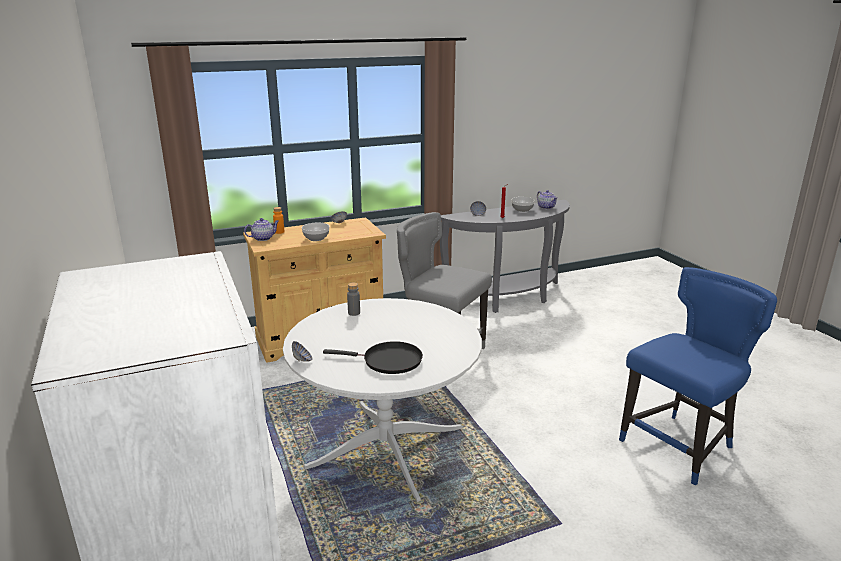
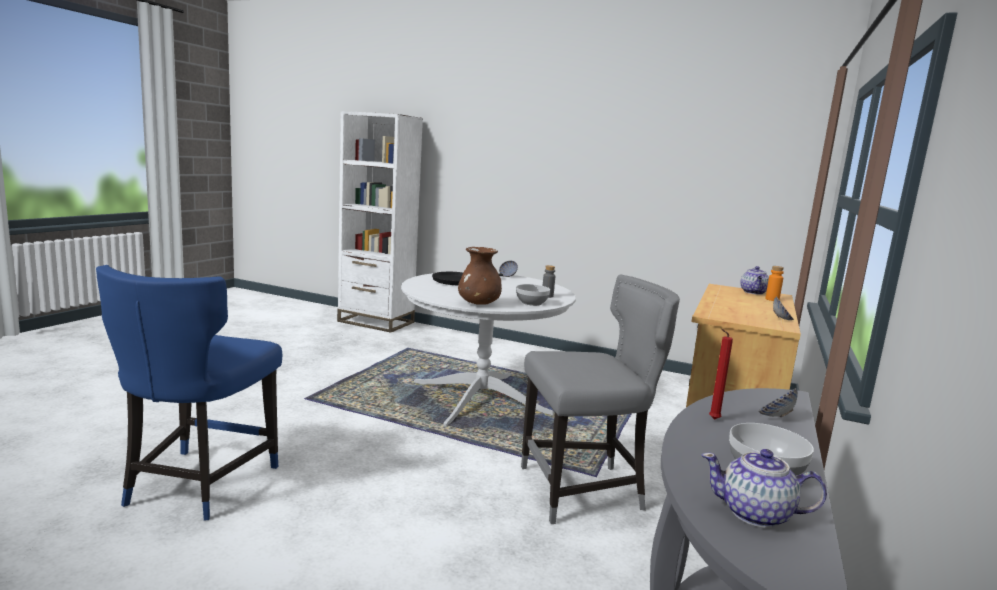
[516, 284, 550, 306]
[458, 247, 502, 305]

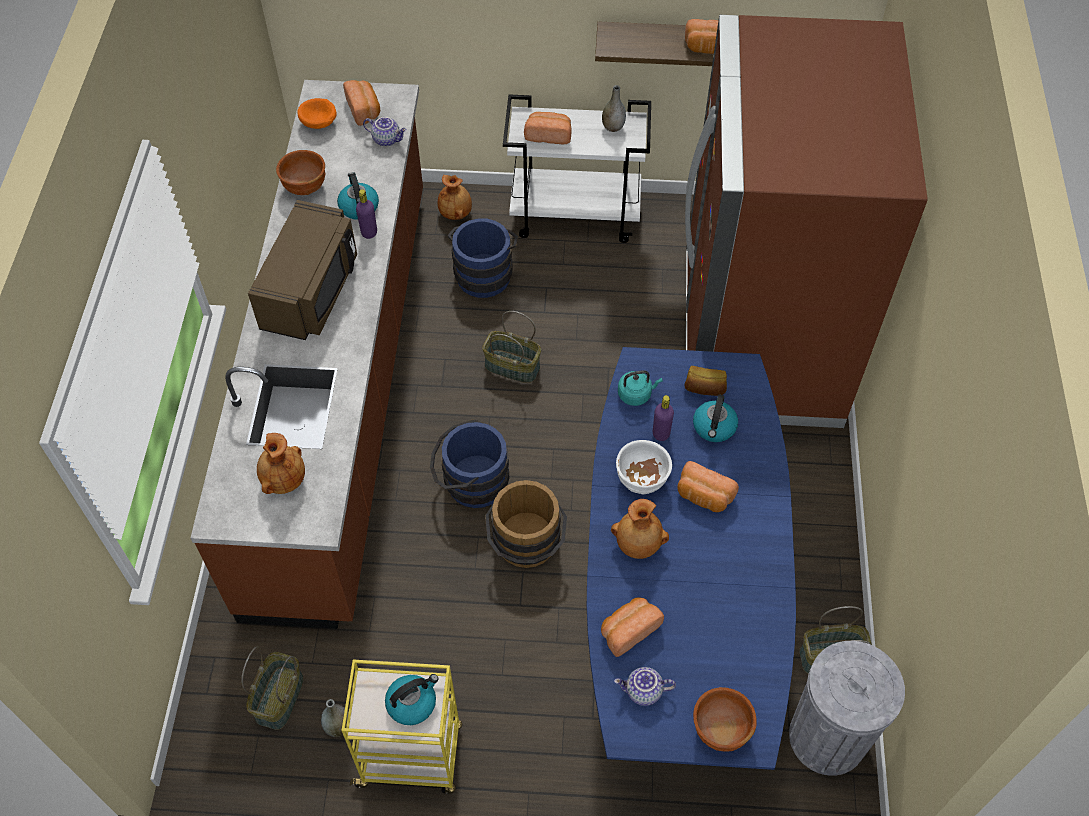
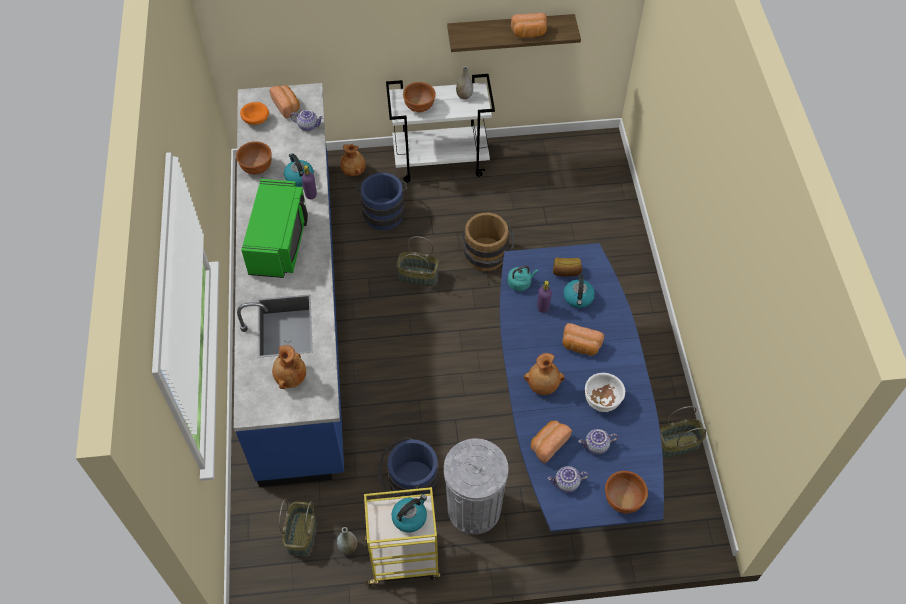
[685, 15, 928, 428] (first image)
[234, 83, 344, 487]
[403, 82, 436, 112]
[241, 179, 308, 278]
[378, 437, 439, 497]
[585, 373, 625, 412]
[461, 213, 514, 271]
[444, 438, 508, 535]
[578, 429, 618, 455]

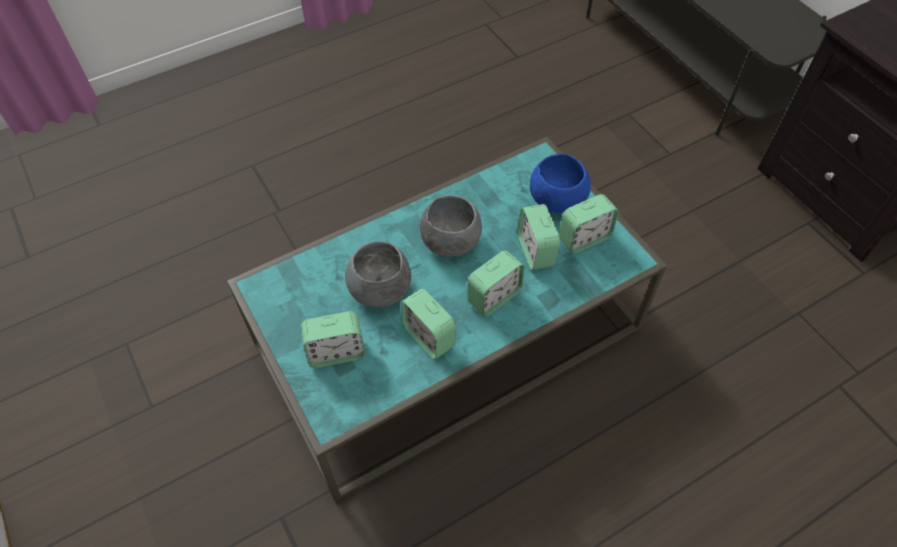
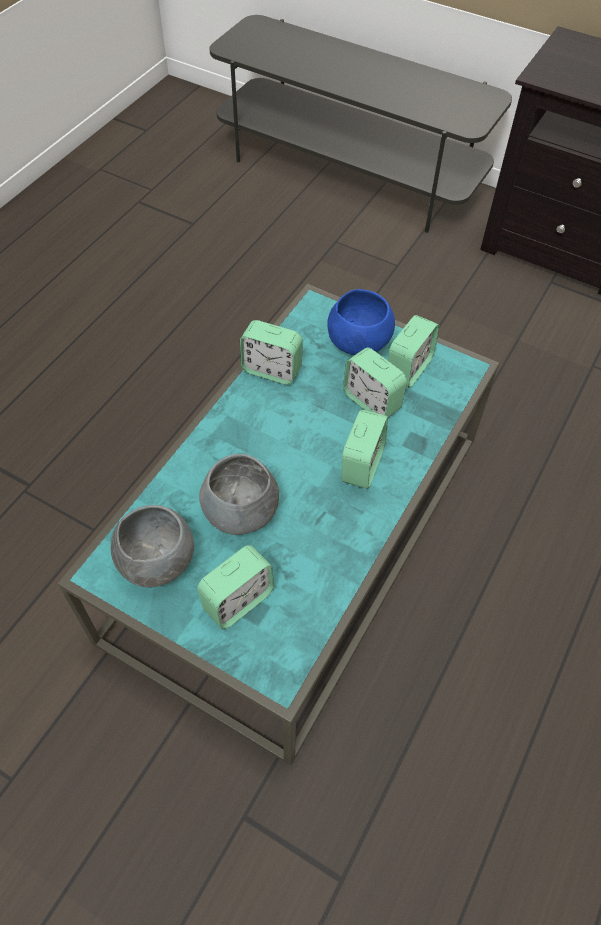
[111, 505, 194, 587]
[240, 320, 303, 385]

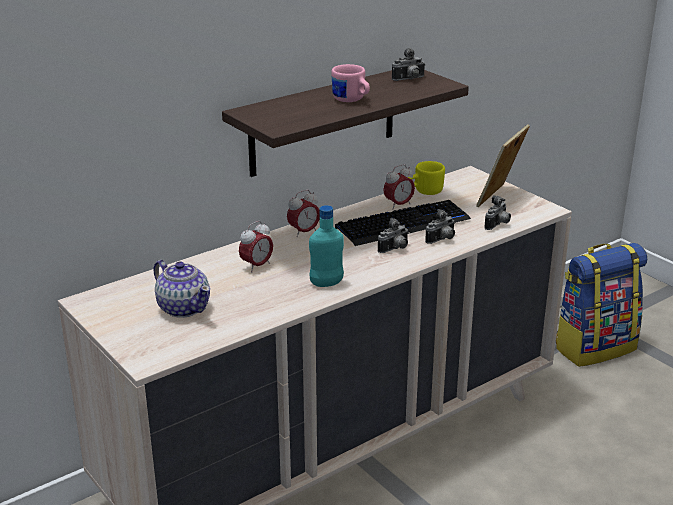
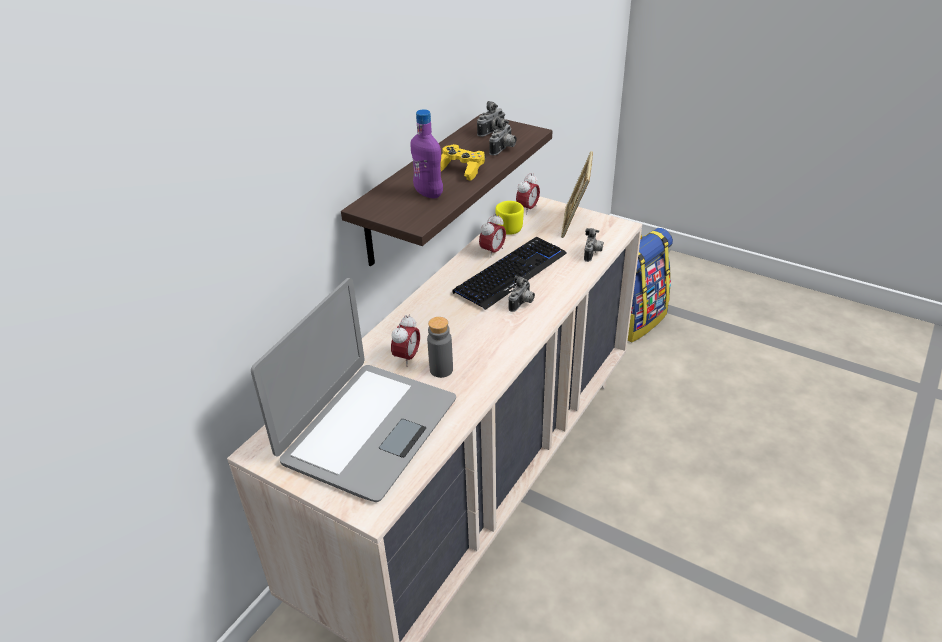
[440, 144, 485, 181]
[516, 173, 540, 215]
[309, 205, 344, 287] (first image)
[489, 118, 516, 156]
[251, 278, 456, 502]
[411, 109, 443, 198]
[427, 317, 453, 378]

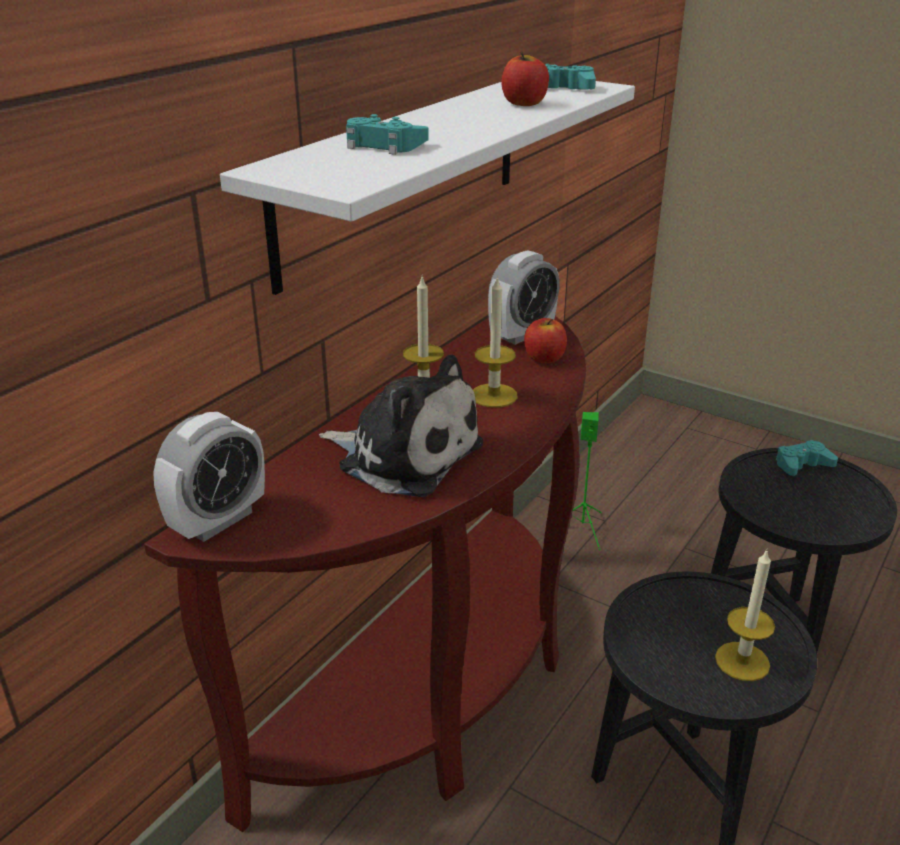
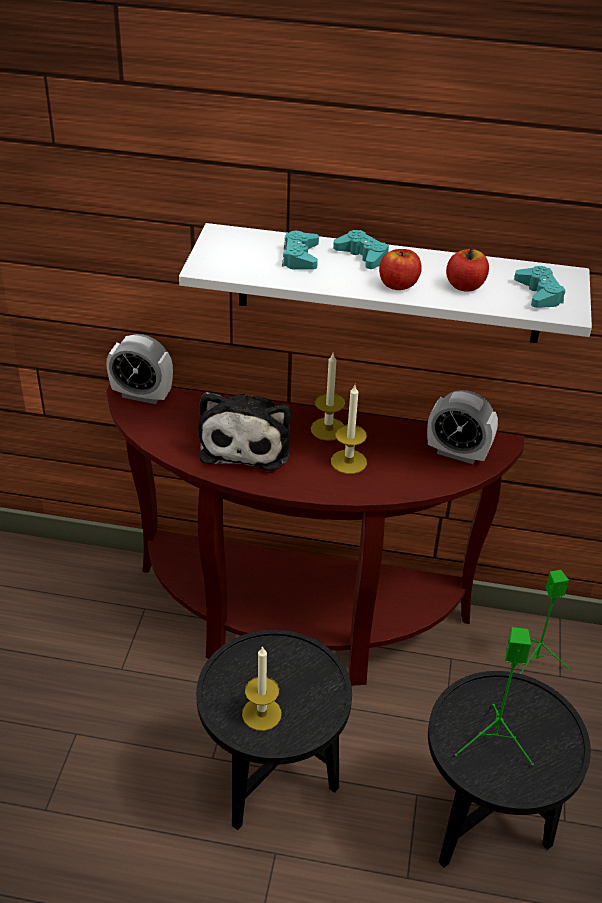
[379, 249, 422, 290]
[333, 230, 389, 269]
[455, 627, 534, 766]

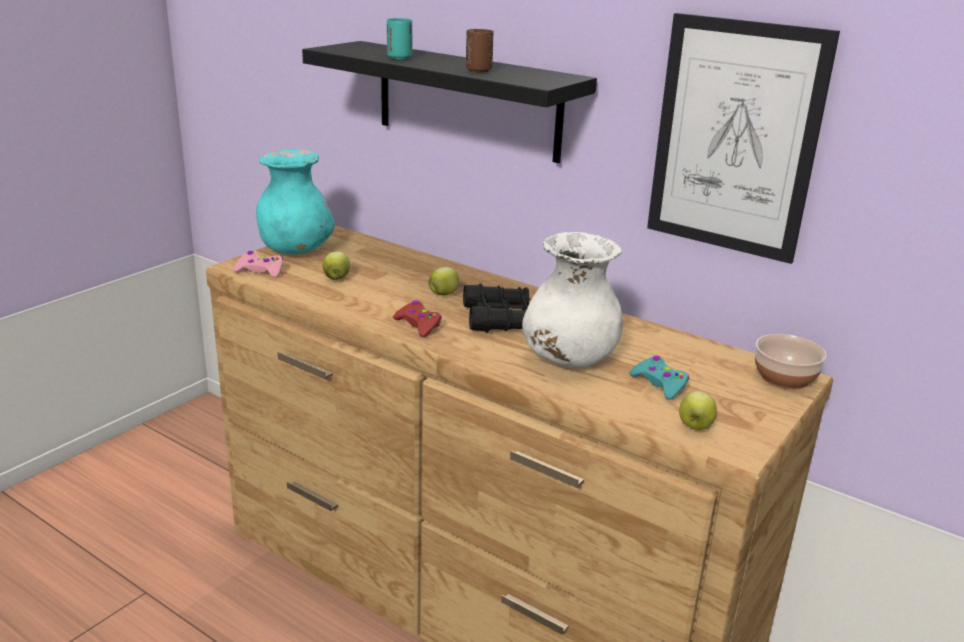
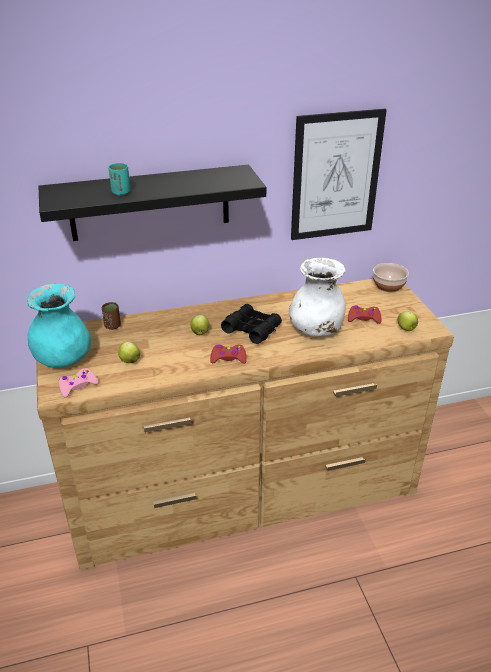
[102, 302, 121, 330]
[348, 305, 381, 324]

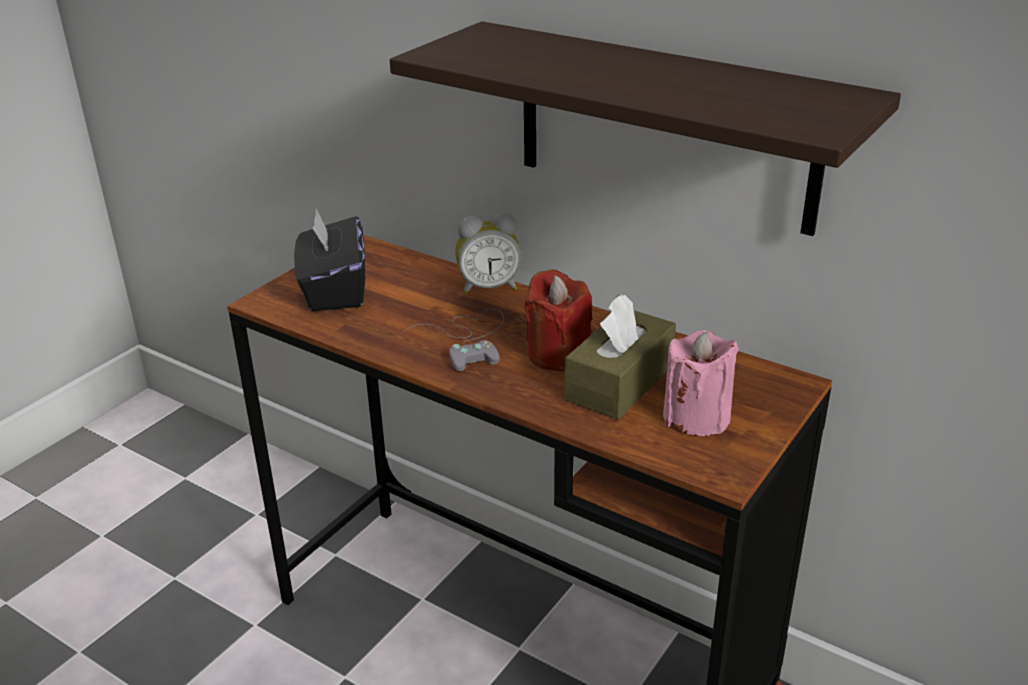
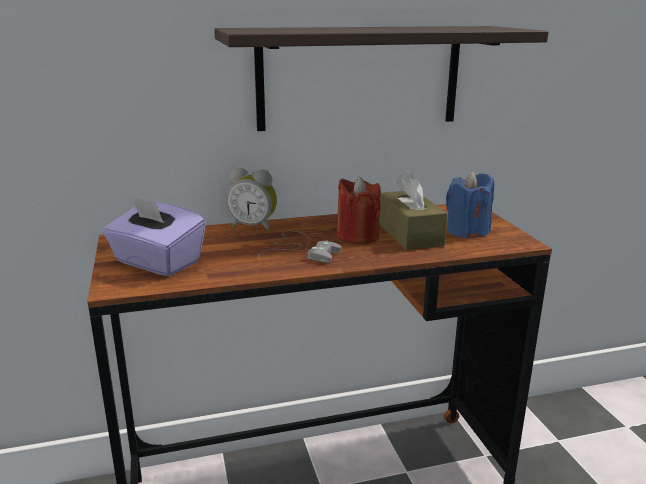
[102, 195, 206, 276]
[226, 168, 277, 232]
[446, 171, 494, 239]

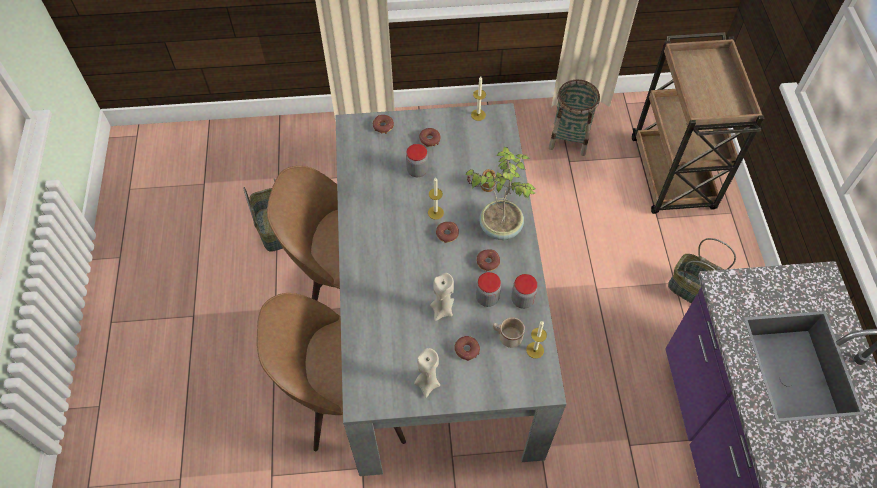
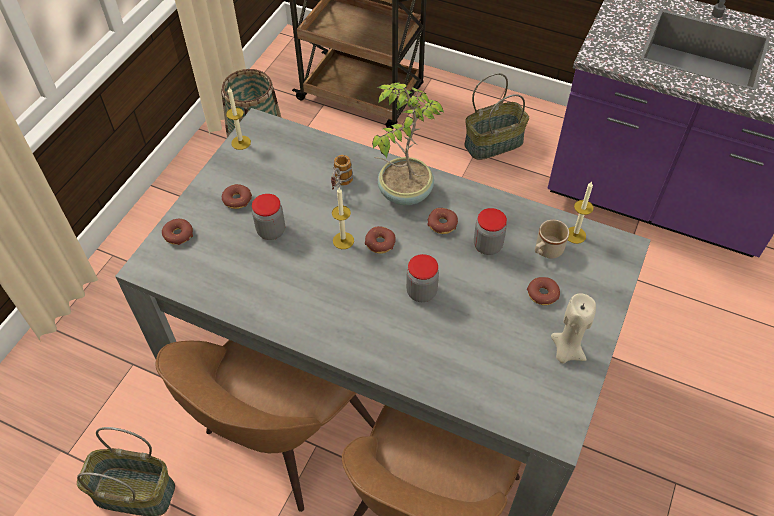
[430, 273, 454, 321] (first image)
[406, 254, 439, 302]

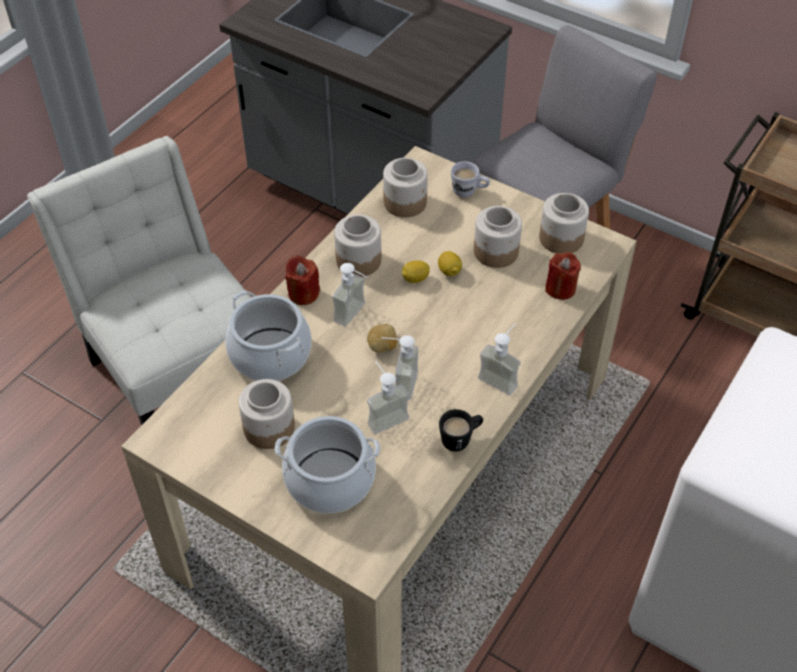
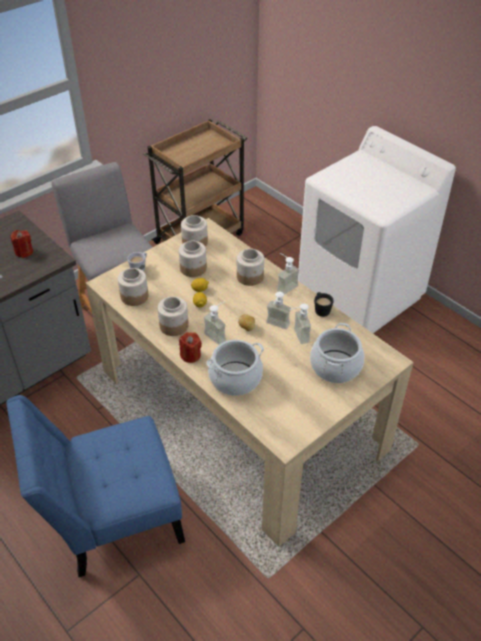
[6, 395, 185, 577]
[10, 230, 33, 258]
[237, 249, 264, 286]

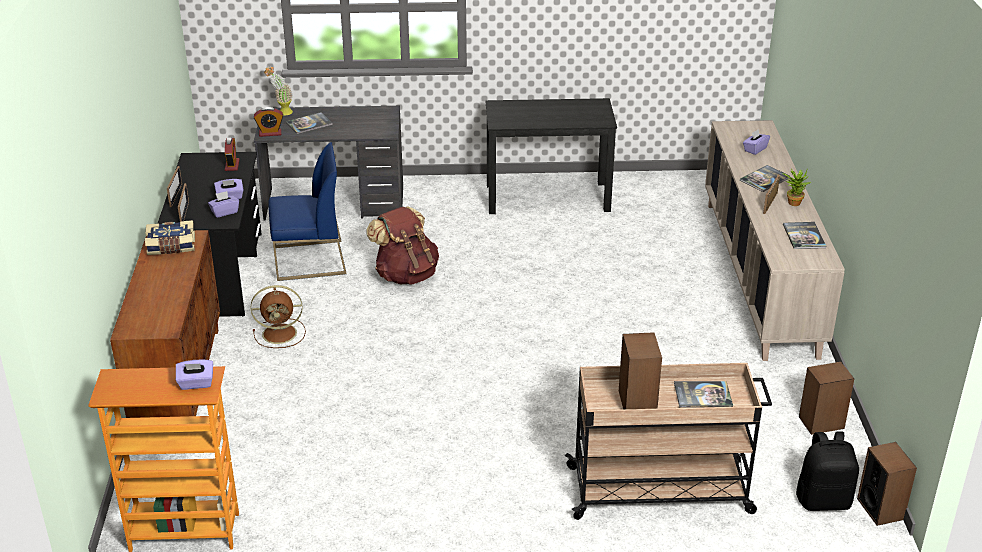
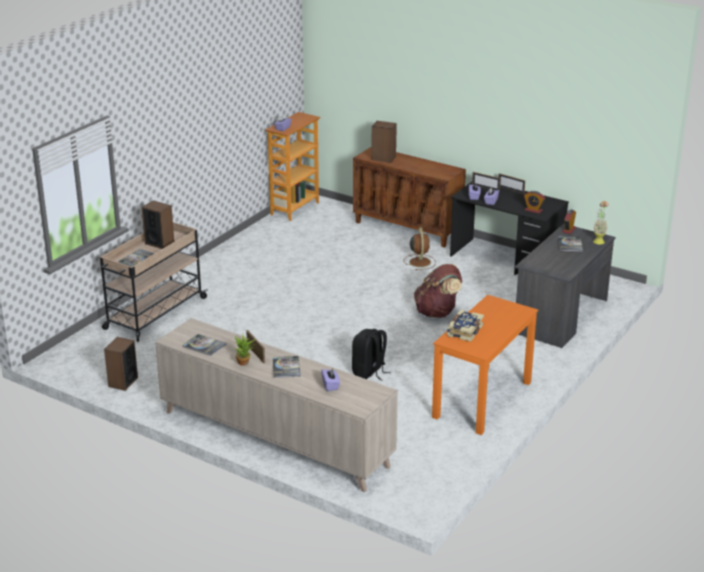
[432, 295, 538, 435]
[268, 142, 347, 281] (first image)
[447, 310, 484, 342]
[403, 227, 436, 270]
[352, 329, 391, 381]
[371, 121, 397, 163]

